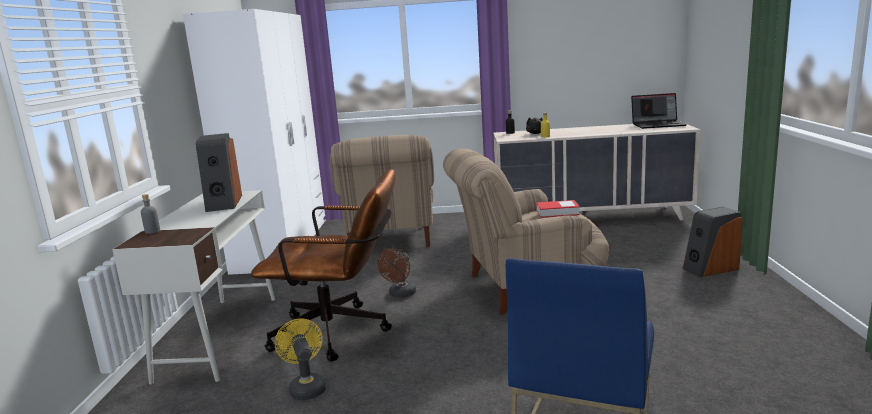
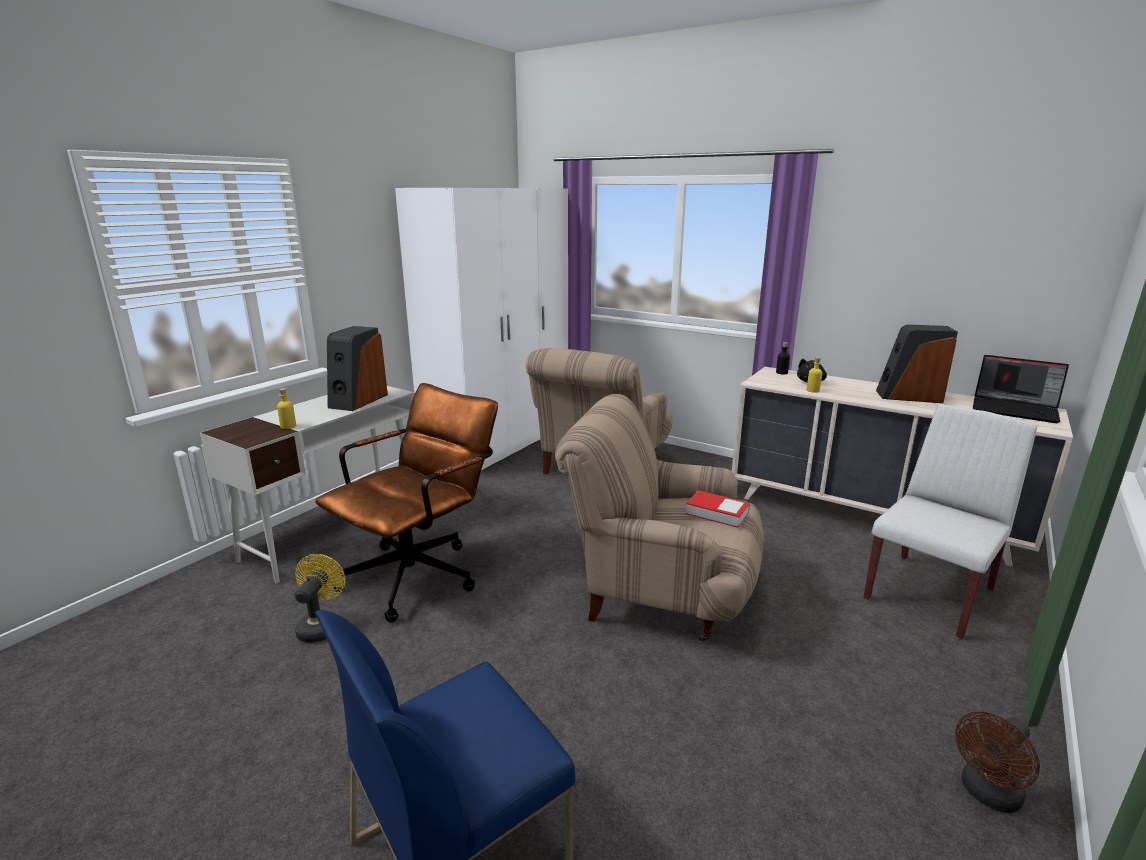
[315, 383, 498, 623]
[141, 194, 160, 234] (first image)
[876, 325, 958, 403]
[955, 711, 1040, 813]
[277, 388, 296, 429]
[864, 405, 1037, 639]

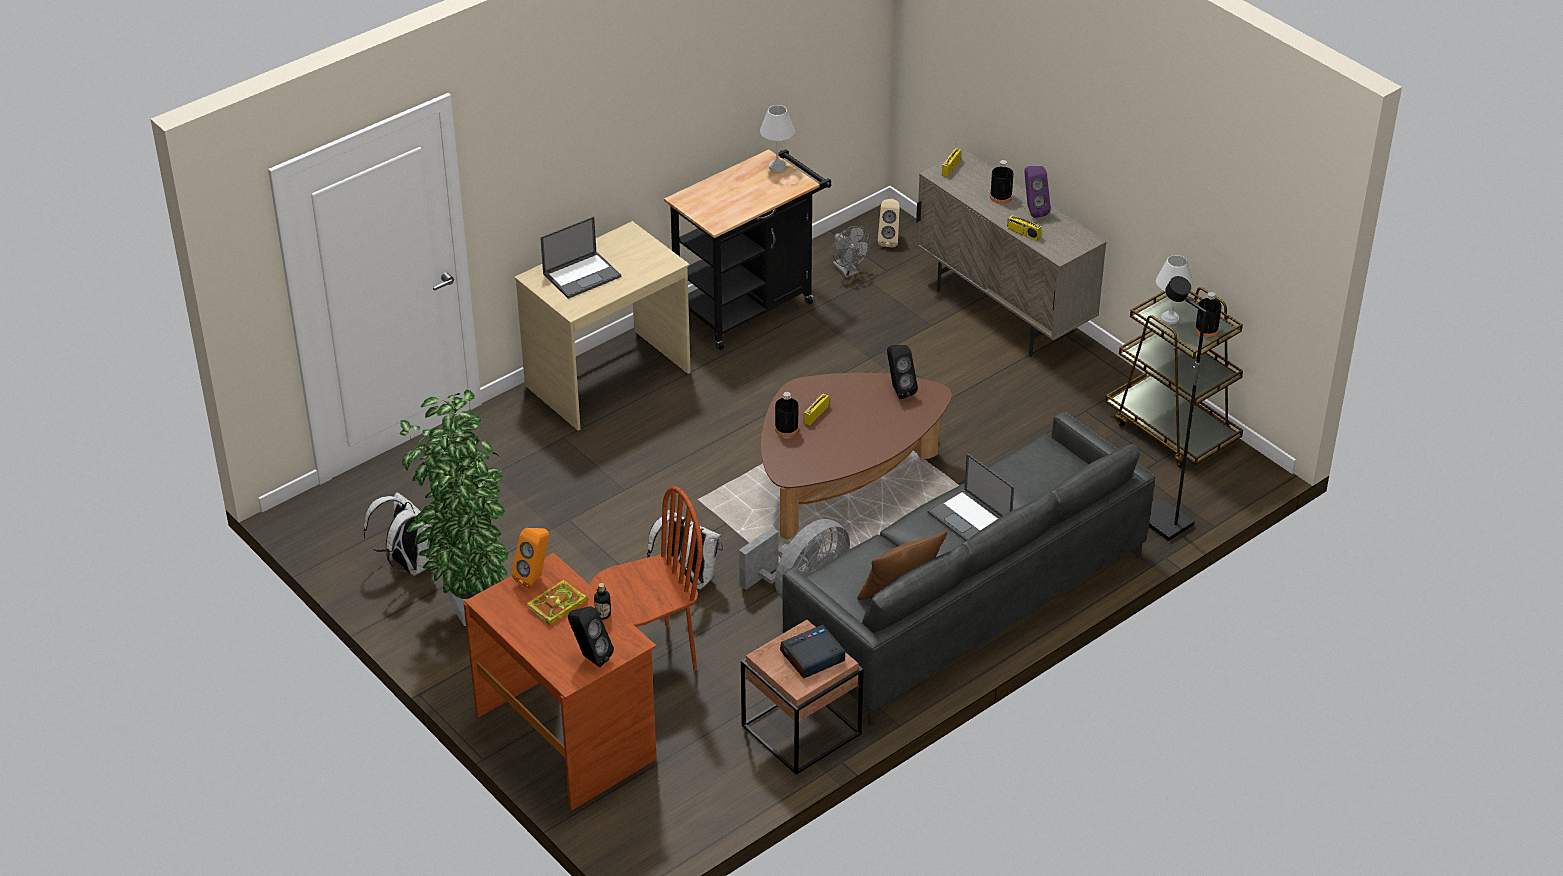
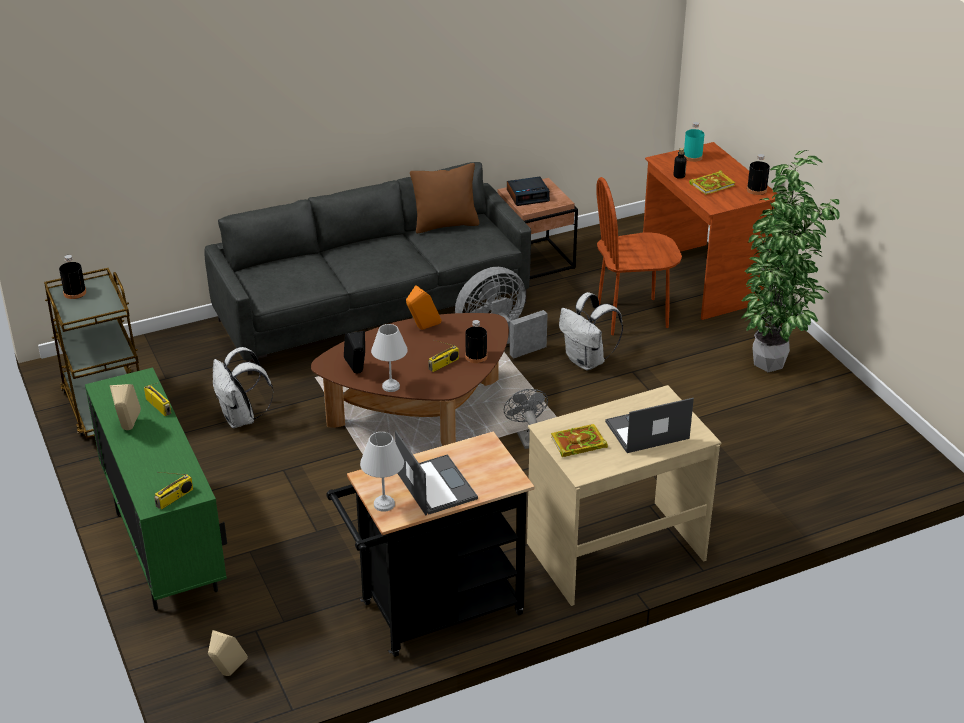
[85, 368, 227, 611]
[747, 154, 770, 195]
[110, 384, 141, 430]
[504, 389, 548, 449]
[371, 324, 408, 392]
[1149, 276, 1207, 541] (first image)
[395, 431, 478, 515]
[213, 347, 274, 428]
[406, 285, 441, 330]
[684, 122, 704, 162]
[551, 424, 608, 457]

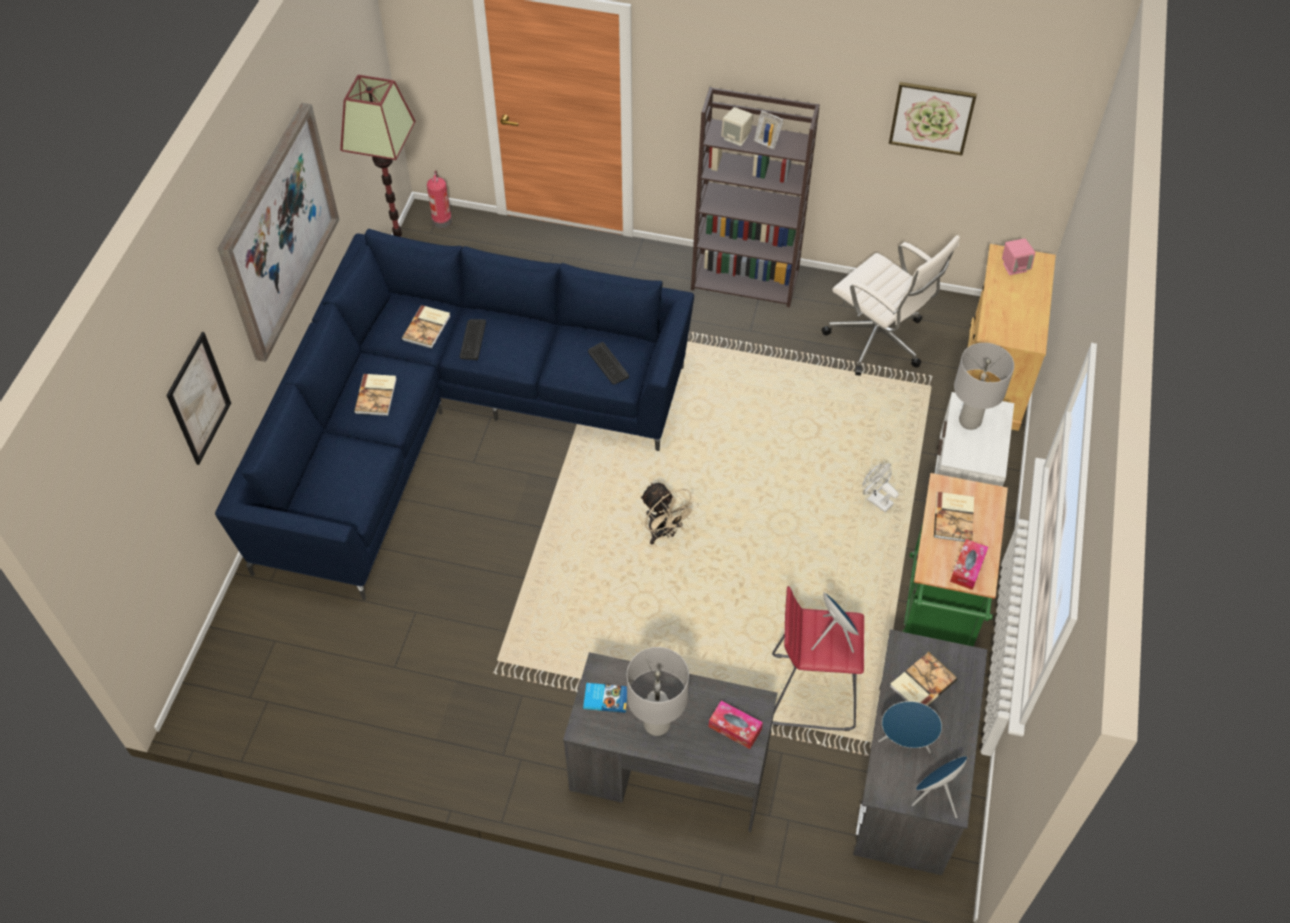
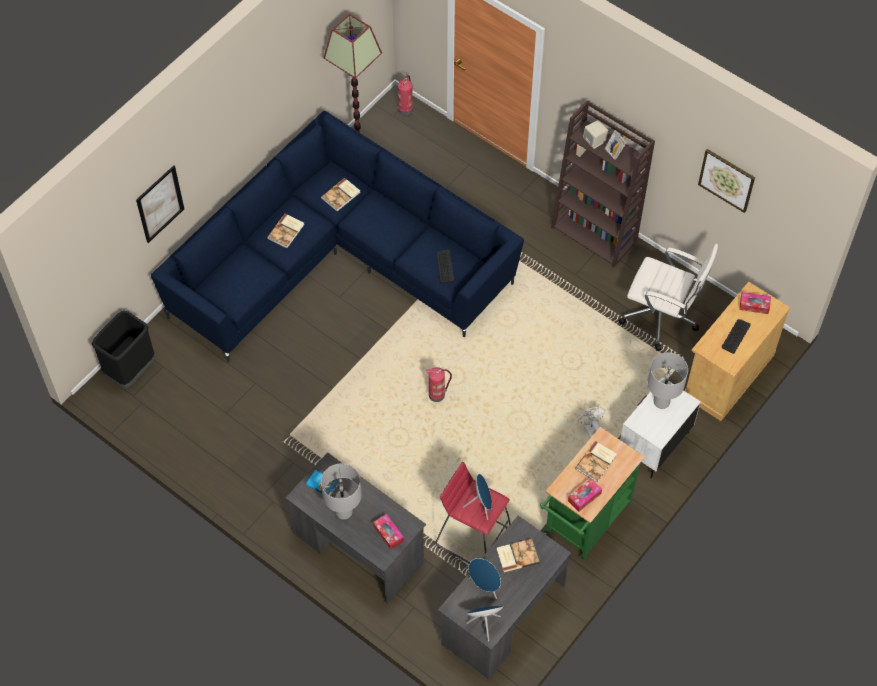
[217, 103, 339, 362] (first image)
[618, 244, 718, 351]
[739, 292, 771, 314]
[722, 319, 751, 354]
[426, 367, 452, 402]
[92, 310, 155, 388]

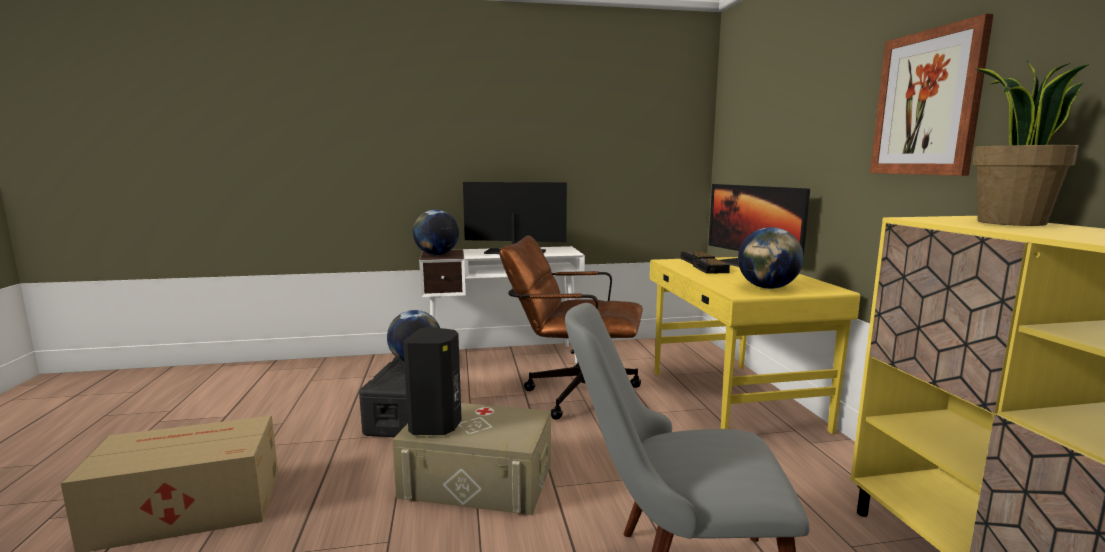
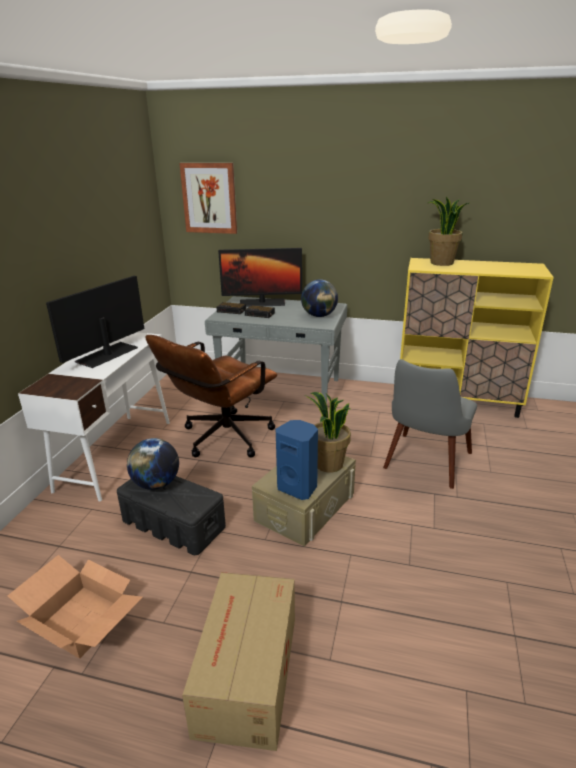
[179, 163, 237, 234]
[413, 210, 459, 255] (first image)
[205, 296, 347, 404]
[276, 420, 318, 500]
[305, 392, 351, 473]
[7, 555, 143, 659]

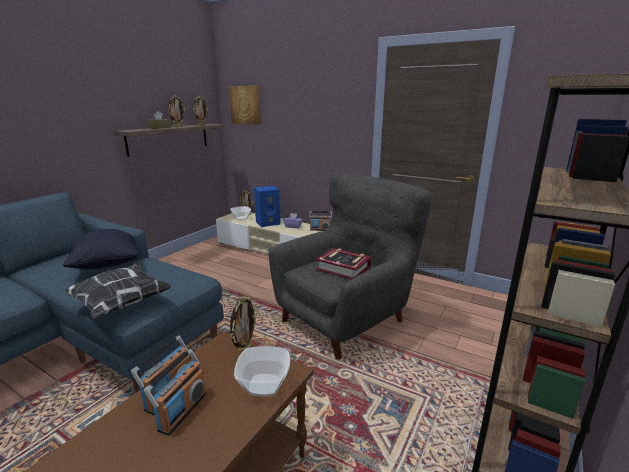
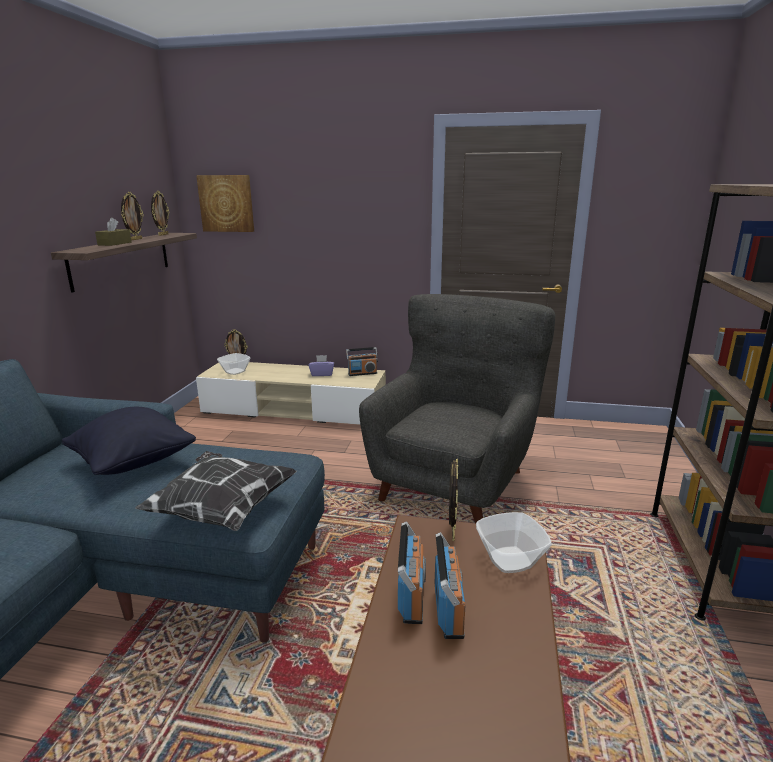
[254, 186, 281, 227] (first image)
[316, 248, 372, 279] (first image)

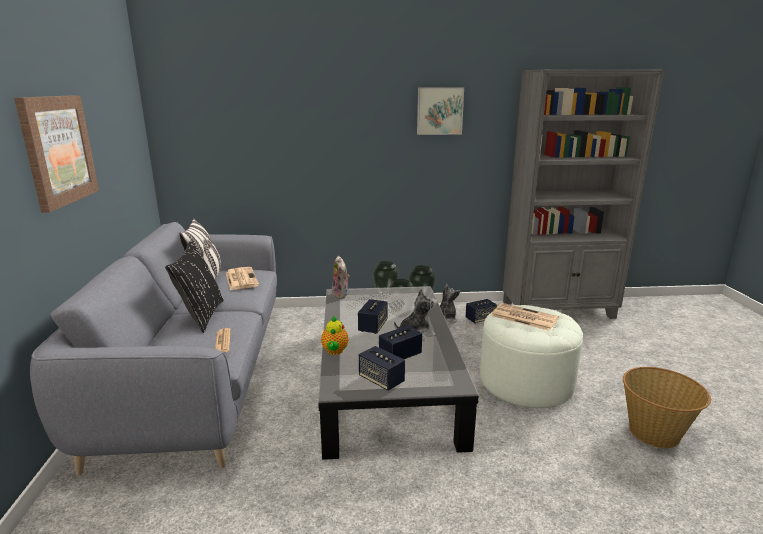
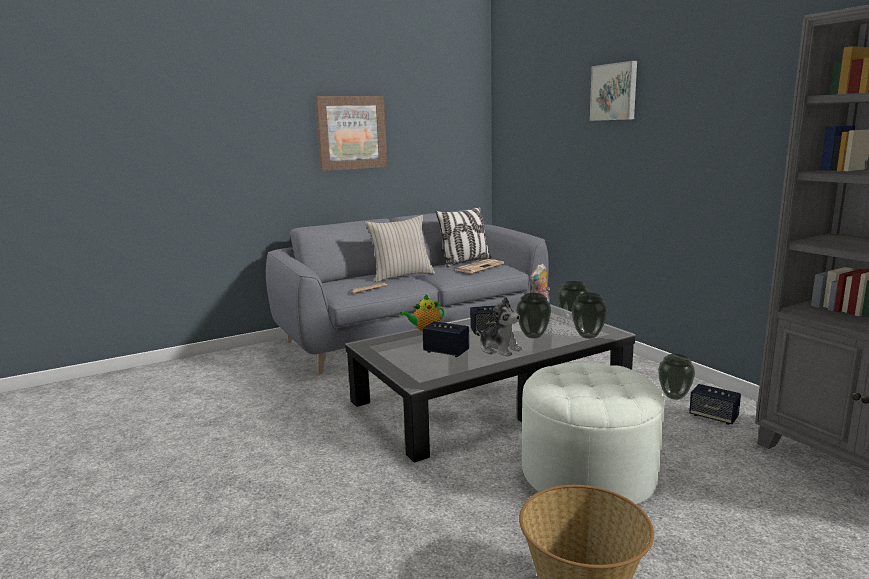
[590, 61, 637, 121]
[365, 215, 435, 282]
[658, 354, 695, 400]
[491, 303, 559, 331] (first image)
[359, 346, 405, 391] (first image)

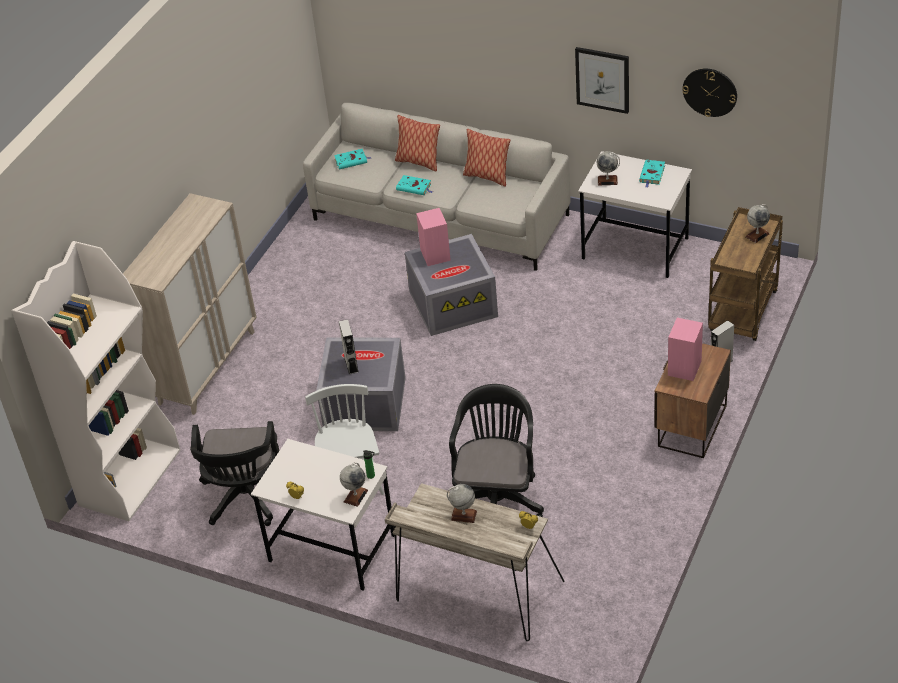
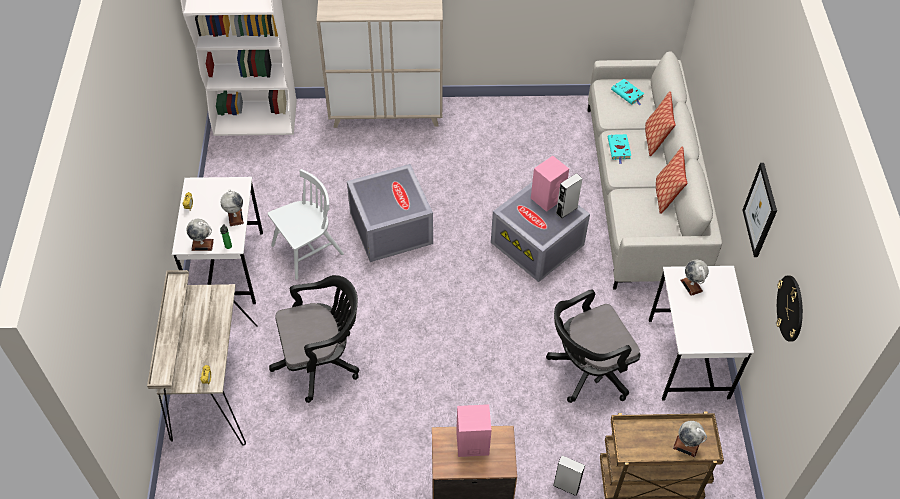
[639, 160, 665, 188] (first image)
[556, 173, 583, 219]
[546, 289, 640, 403]
[220, 189, 244, 226]

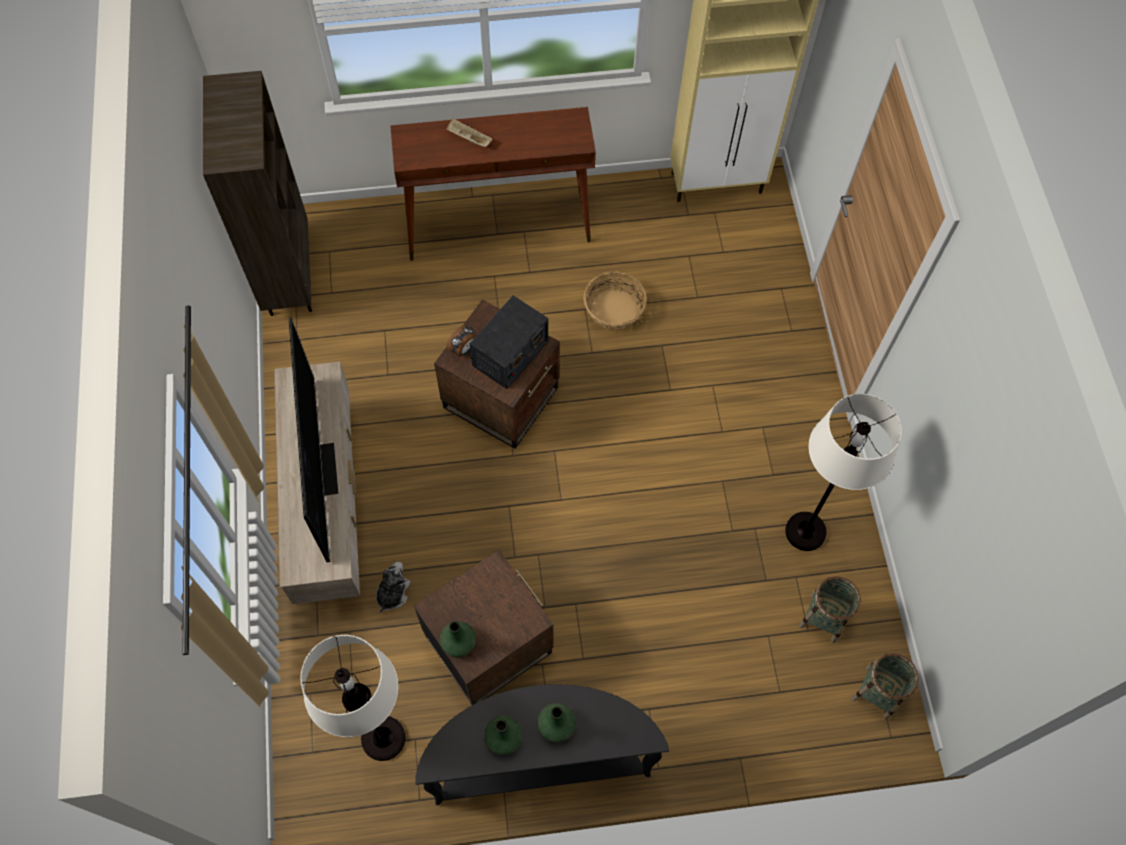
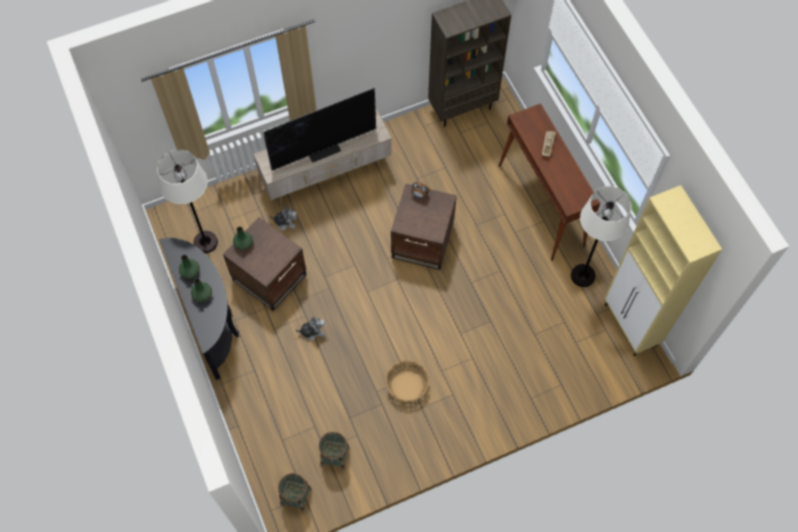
[386, 360, 429, 402]
[470, 296, 548, 389] (first image)
[571, 186, 631, 287]
[296, 317, 325, 340]

